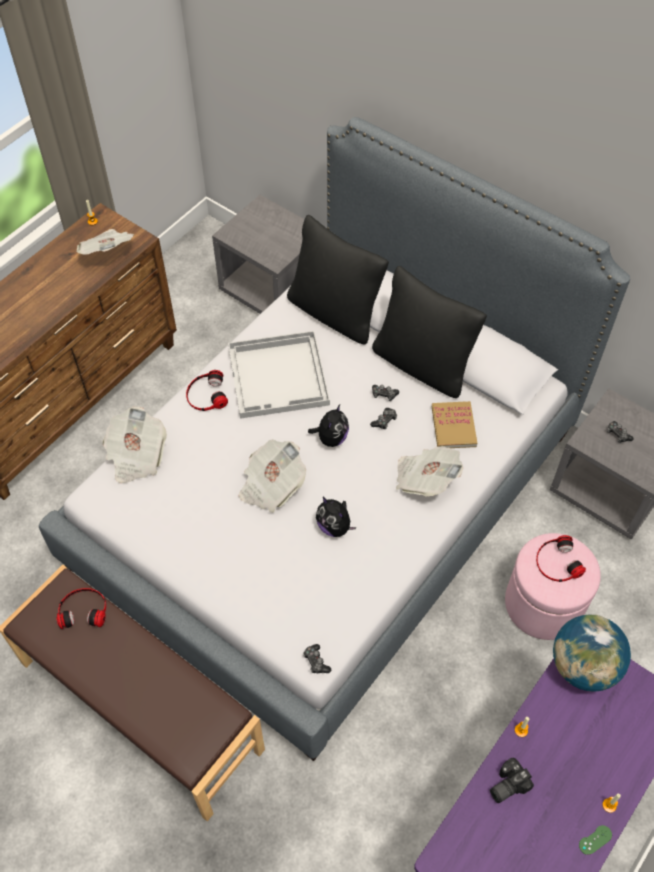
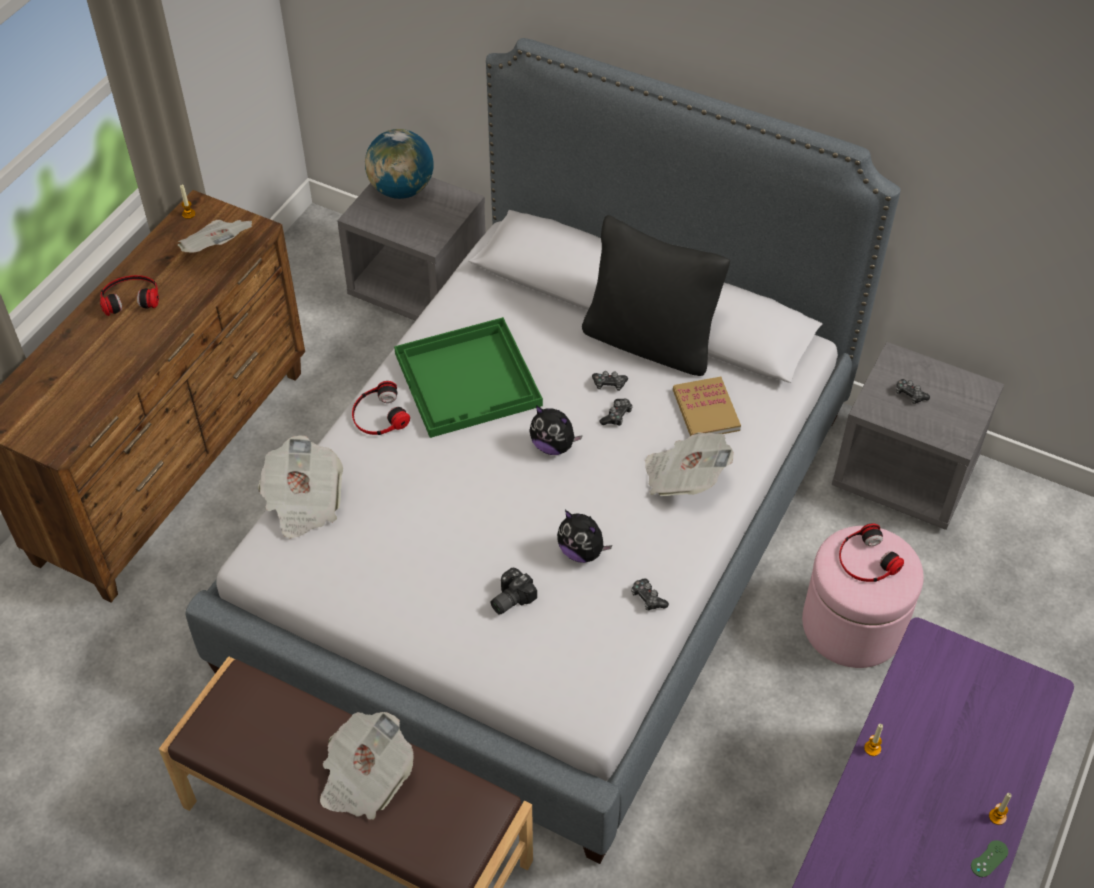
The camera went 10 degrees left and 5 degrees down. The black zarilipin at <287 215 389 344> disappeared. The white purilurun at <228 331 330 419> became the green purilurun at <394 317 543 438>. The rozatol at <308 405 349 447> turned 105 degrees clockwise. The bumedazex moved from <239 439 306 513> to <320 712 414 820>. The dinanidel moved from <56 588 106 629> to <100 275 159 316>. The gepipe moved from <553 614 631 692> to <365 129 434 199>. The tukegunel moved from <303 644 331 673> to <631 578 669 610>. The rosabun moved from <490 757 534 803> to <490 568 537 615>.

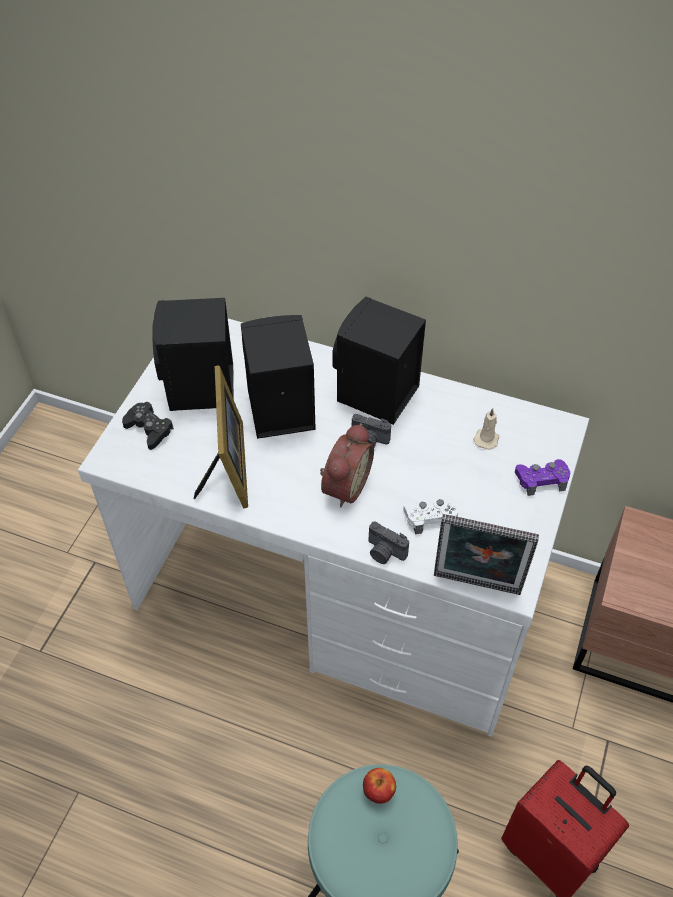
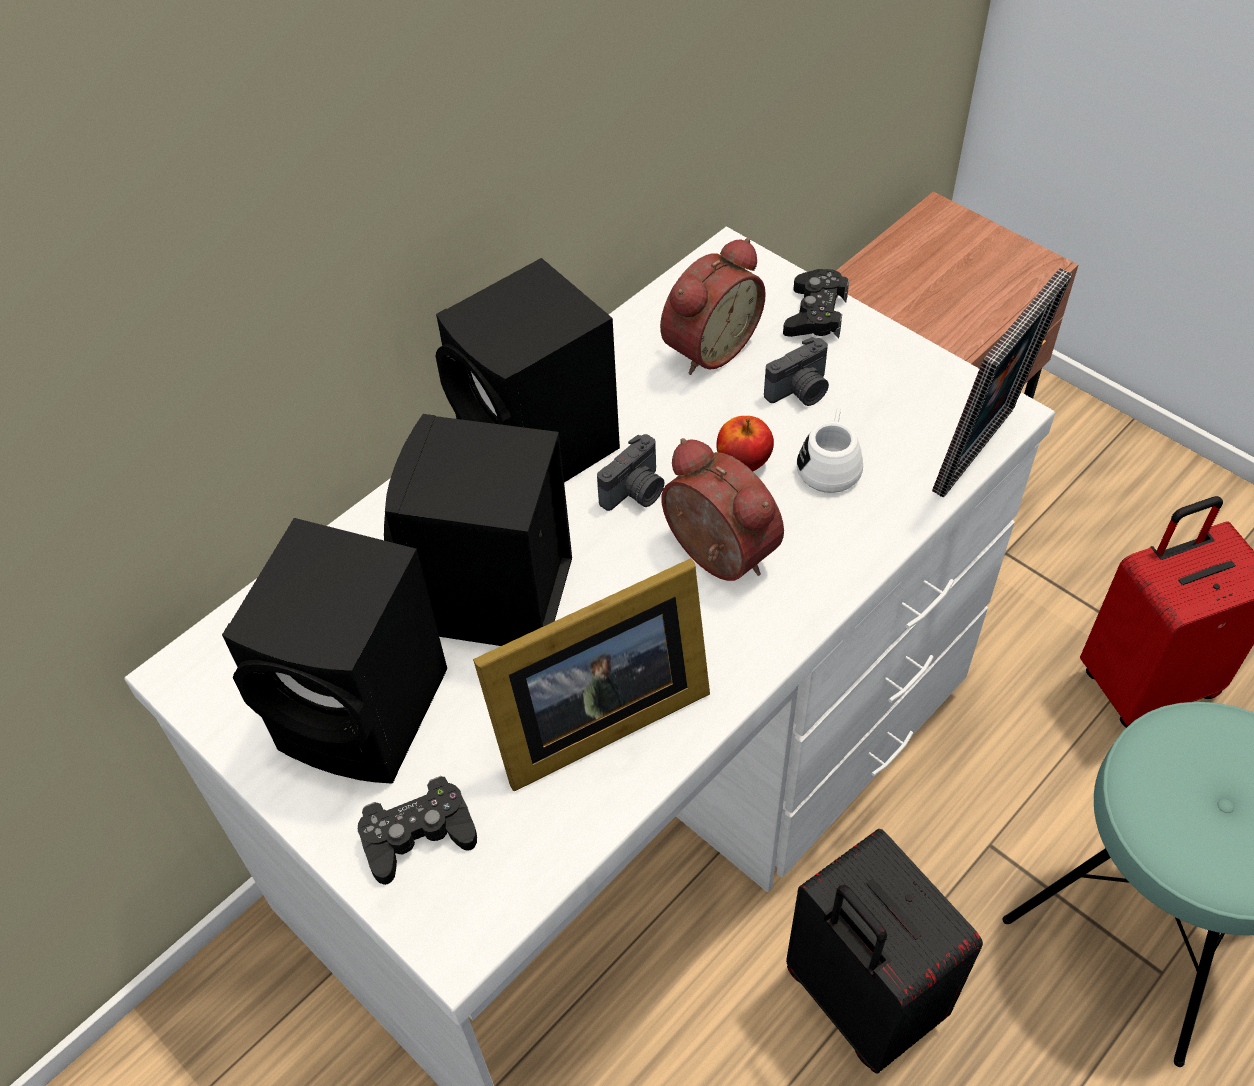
The camera went 65 degrees left and 0 degrees up. The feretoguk at <194 365 248 508> turned 135 degrees clockwise. The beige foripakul at <473 408 499 450> was replaced by the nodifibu at <660 238 766 375>. The purple tukegunel at <515 459 570 496> became the black tukegunel at <783 269 849 339>. The white tukegunel at <403 496 459 534> was replaced by the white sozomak at <797 408 863 493>. The rosabun moved from <369 522 409 564> to <764 337 829 406>. The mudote moved from <363 768 396 804> to <716 416 774 471>. The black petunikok at <786 829 983 1074> appeared.

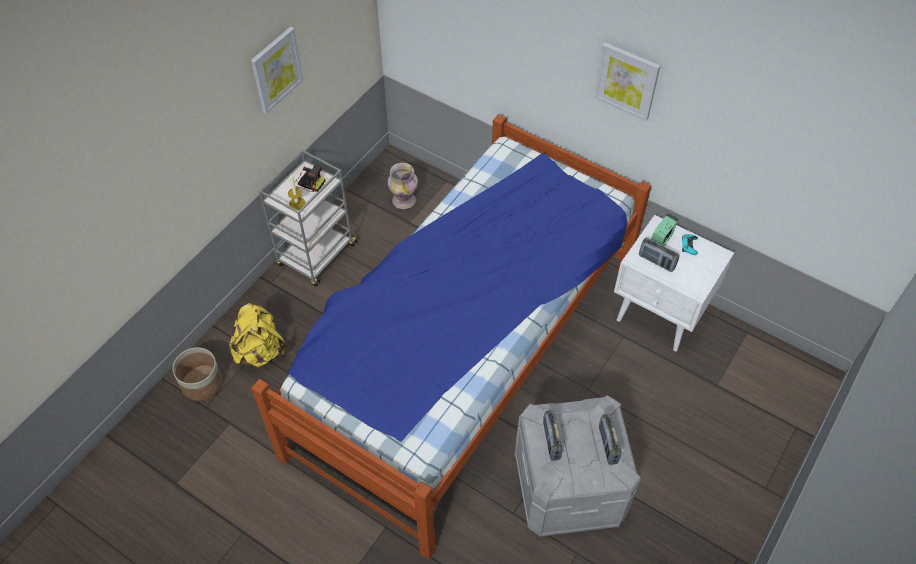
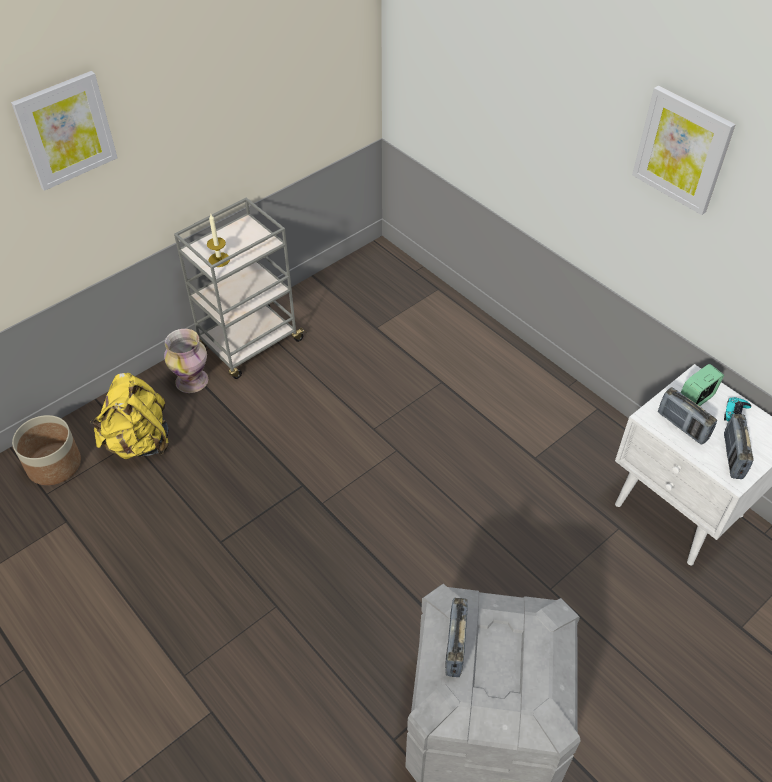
The camera went 15 degrees right and 5 degrees down. The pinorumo moved from <251 27 303 114> to <11 71 118 191>. The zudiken at <251 114 651 559> disappeared. The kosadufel moved from <388 163 418 209> to <164 329 208 393>. The rosabun at <295 165 325 192> disappeared. The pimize moved from <599 414 621 465> to <724 414 754 479>.

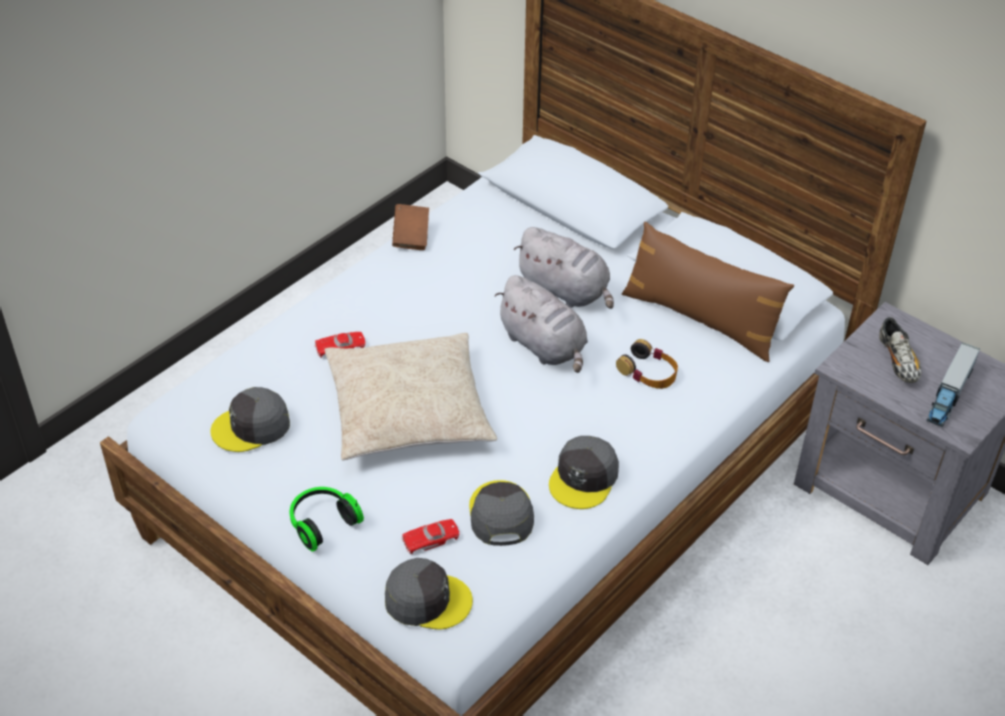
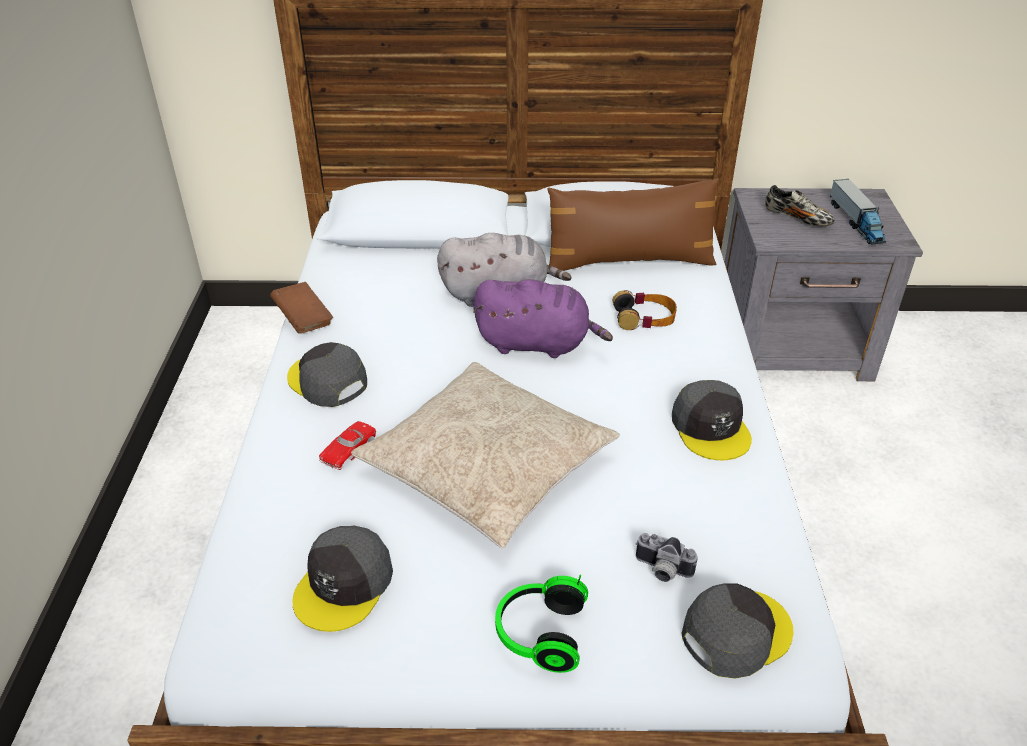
The camera went 40 degrees left and 5 degrees down. The grey rozatol at <495 275 588 373> became the purple rozatol at <473 279 613 358>. The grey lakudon moved from <469 480 534 546> to <287 342 367 407>. The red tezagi at <402 519 460 554> was replaced by the rosabun at <635 533 698 582>.

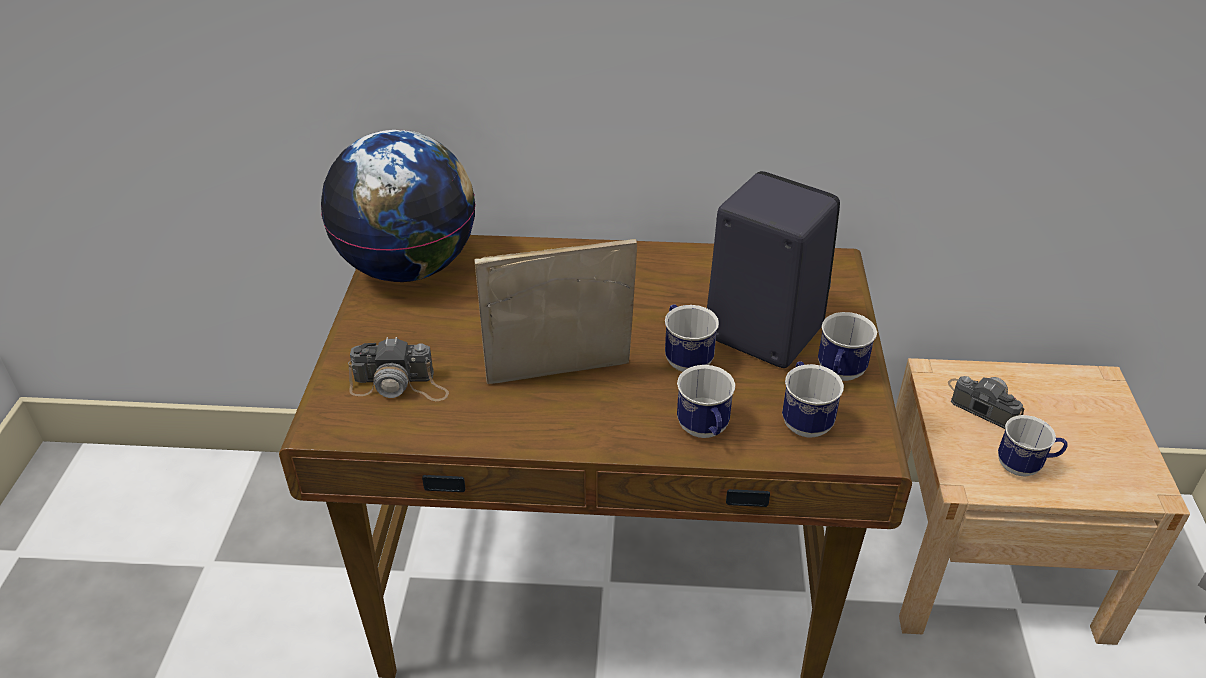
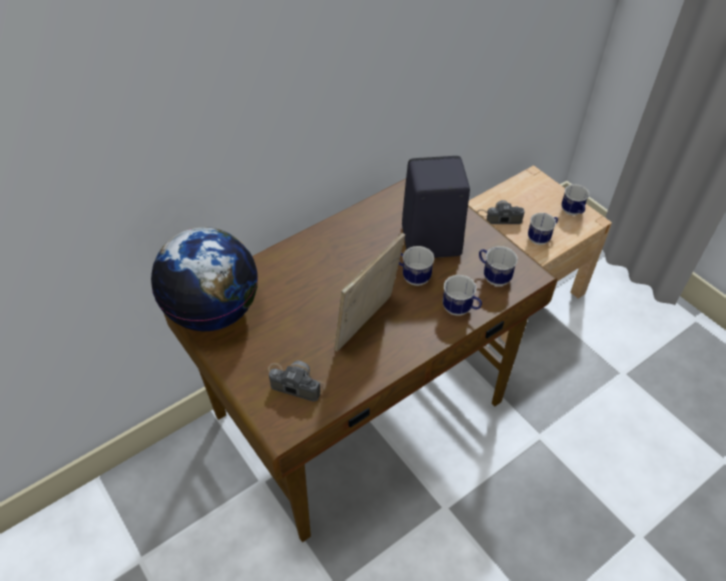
The camera went 40 degrees left and 10 degrees up. The sozomak moved from <818 312 877 381> to <562 184 589 215>. The rosabun at <348 337 449 401> turned 120 degrees counterclockwise.

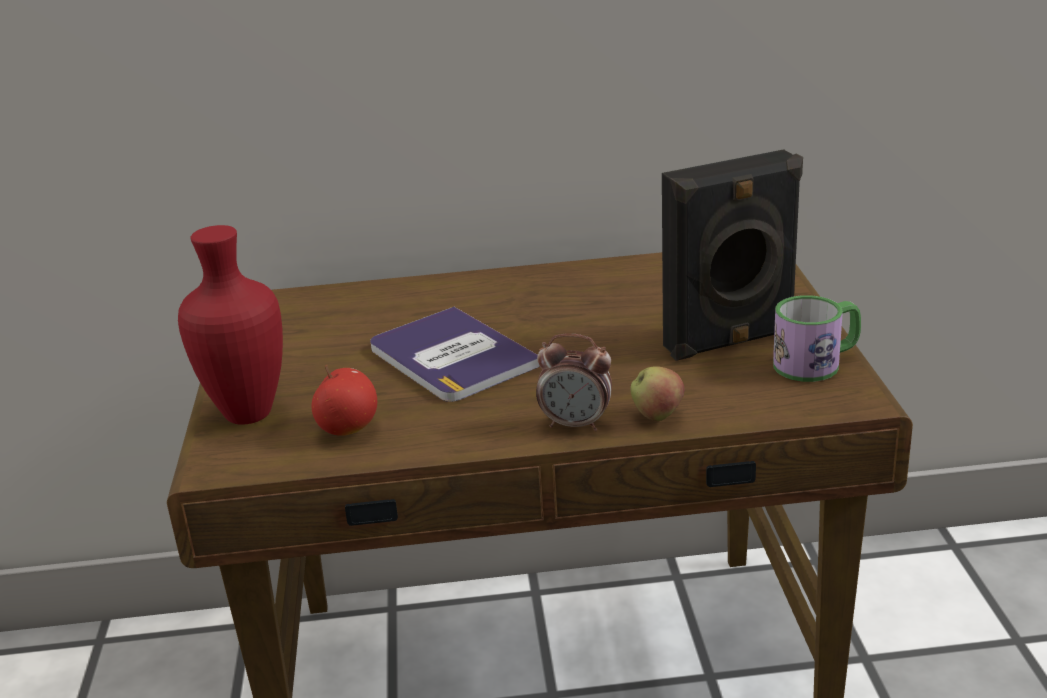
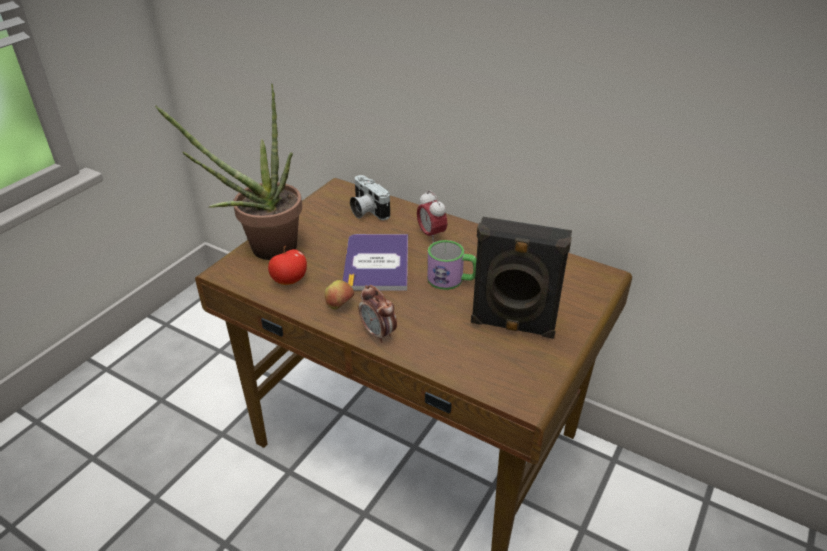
The camera went 35 degrees right and 10 degrees up. The red kosadufel at <178 225 283 425> was replaced by the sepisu at <155 84 302 260>. The sozomak moved from <773 295 861 382> to <427 240 476 290>. The mudote moved from <630 366 685 421> to <325 280 354 309>. The rosabun at <350 175 390 220> appeared. The nodifibu at <417 190 447 243> appeared.

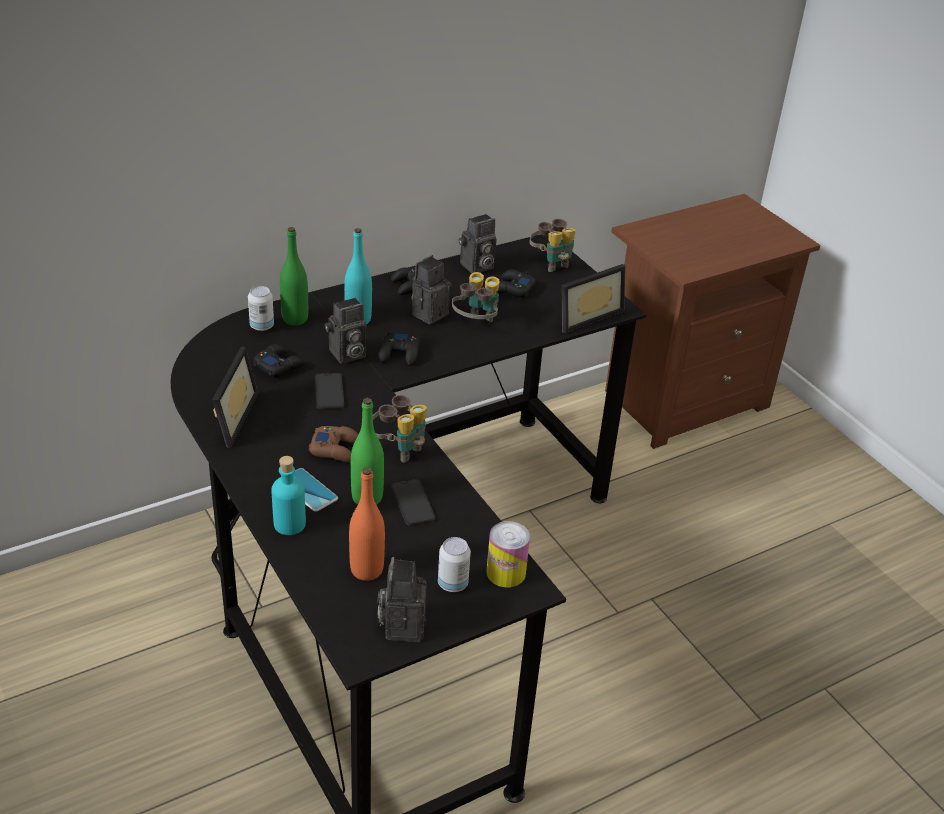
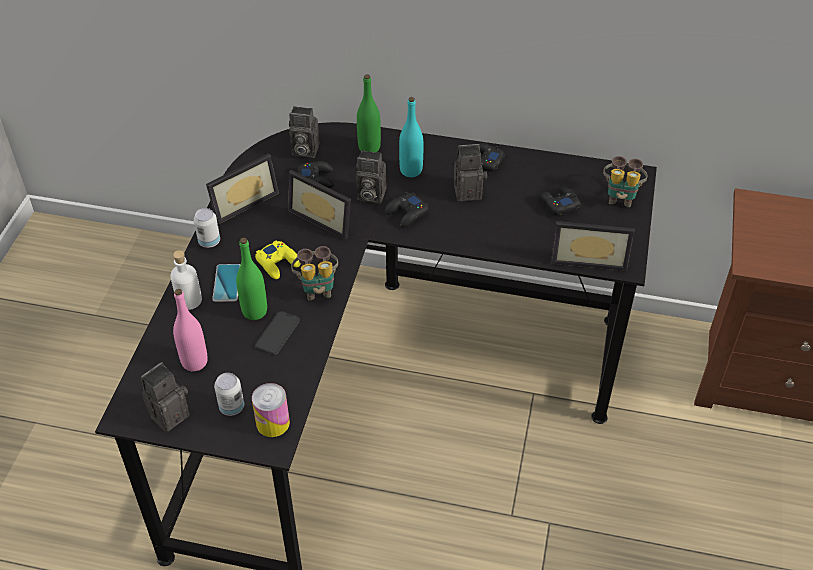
The camera went 45 degrees right and 10 degrees up. The rosabun moved from <459 214 497 273> to <289 106 320 158>. The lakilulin at <452 272 500 322> disappeared. The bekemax moved from <248 286 274 331> to <194 208 220 248>. The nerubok at <315 373 344 409> was replaced by the feretoguk at <288 170 351 240>. The brown tukegunel at <309 426 358 463> became the yellow tukegunel at <255 241 300 279>. The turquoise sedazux at <271 456 306 535> became the white sedazux at <170 250 202 310>. The orange sedazux at <349 467 385 581> became the pink sedazux at <173 289 208 371>.

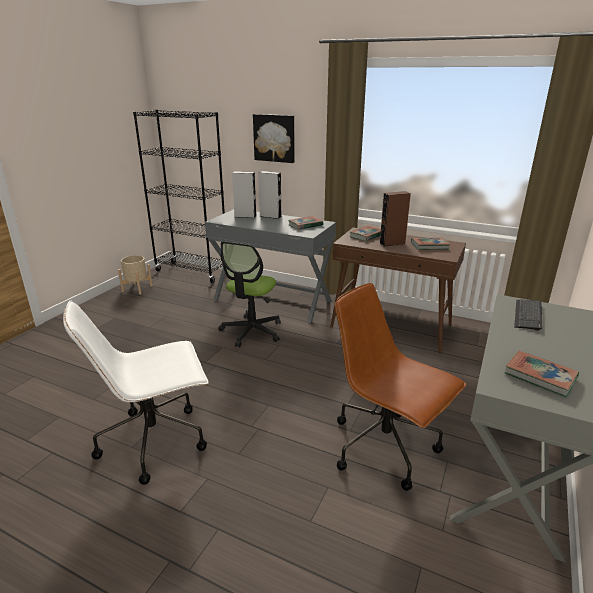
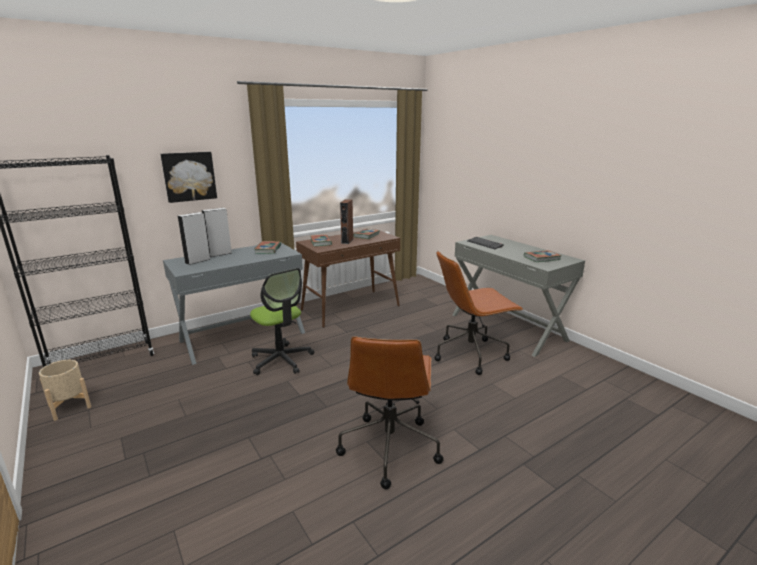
The camera went 60 degrees left and 5 degrees down. The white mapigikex at <63 300 209 485> became the brown mapigikex at <336 336 444 489>.

